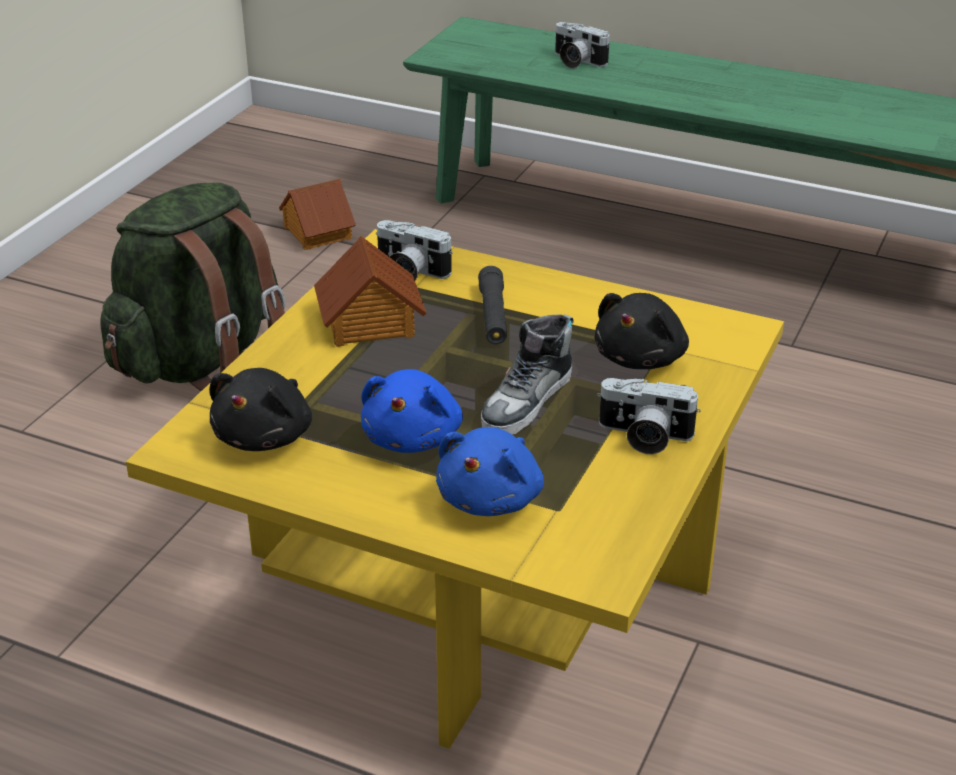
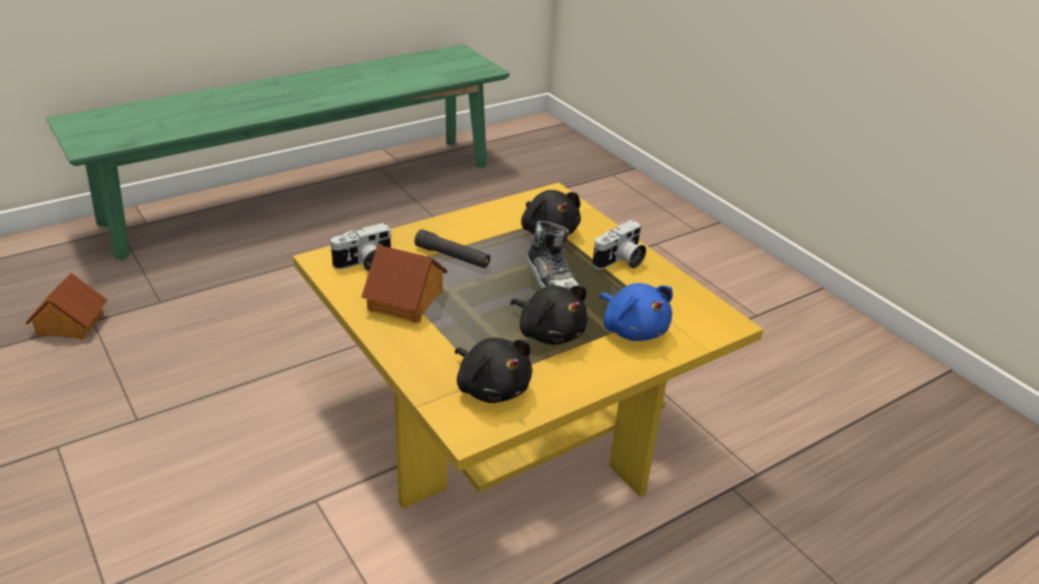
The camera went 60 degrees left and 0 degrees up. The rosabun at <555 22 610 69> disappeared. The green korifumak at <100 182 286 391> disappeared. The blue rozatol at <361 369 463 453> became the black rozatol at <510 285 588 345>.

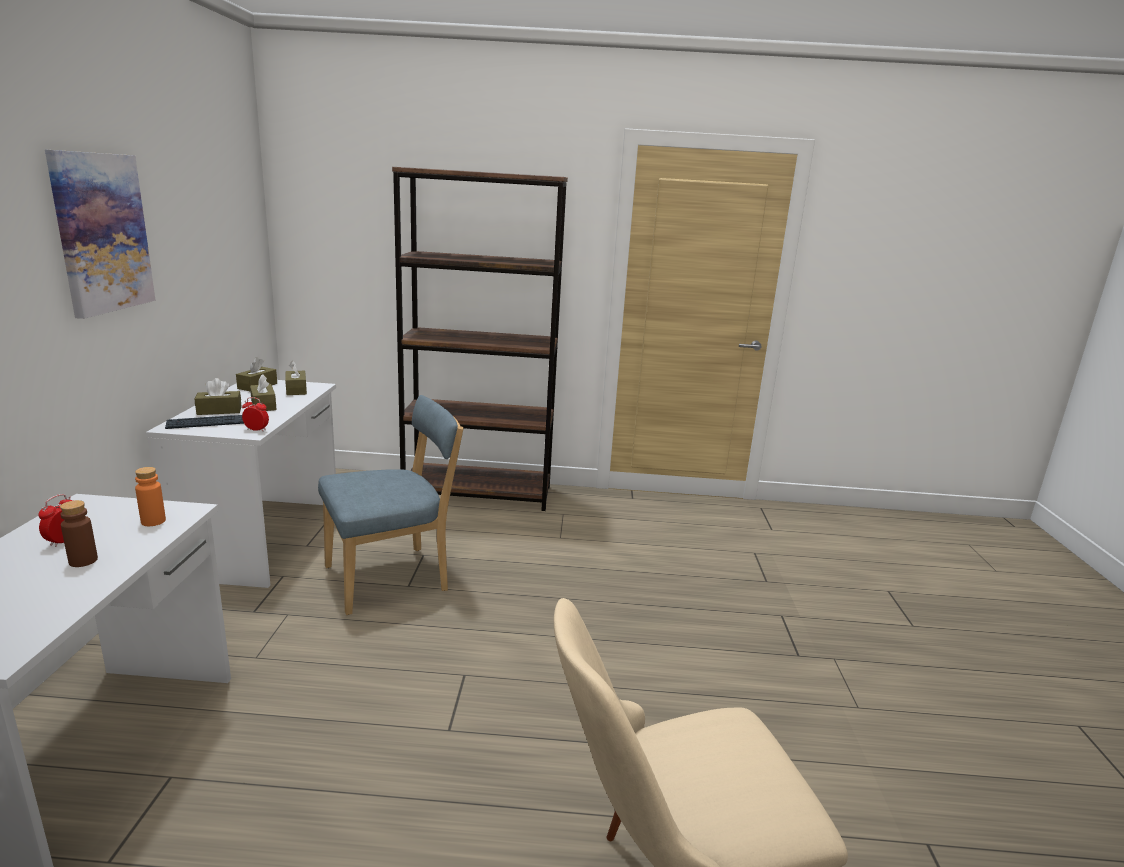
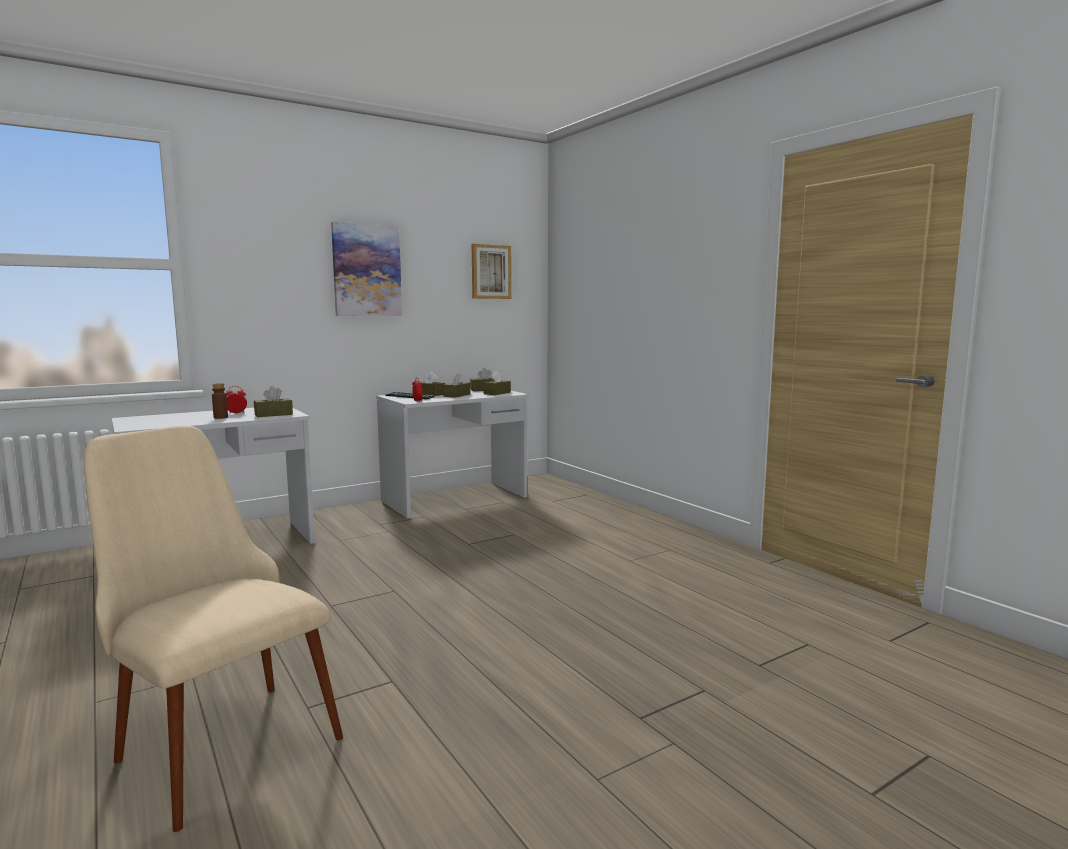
The camera went 55 degrees right and 10 degrees down. The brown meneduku at <392 167 568 511> disappeared. The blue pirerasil at <318 395 463 615> disappeared. The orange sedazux at <135 467 166 526> was replaced by the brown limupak at <254 386 293 417>. The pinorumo at <472 244 512 299> appeared.

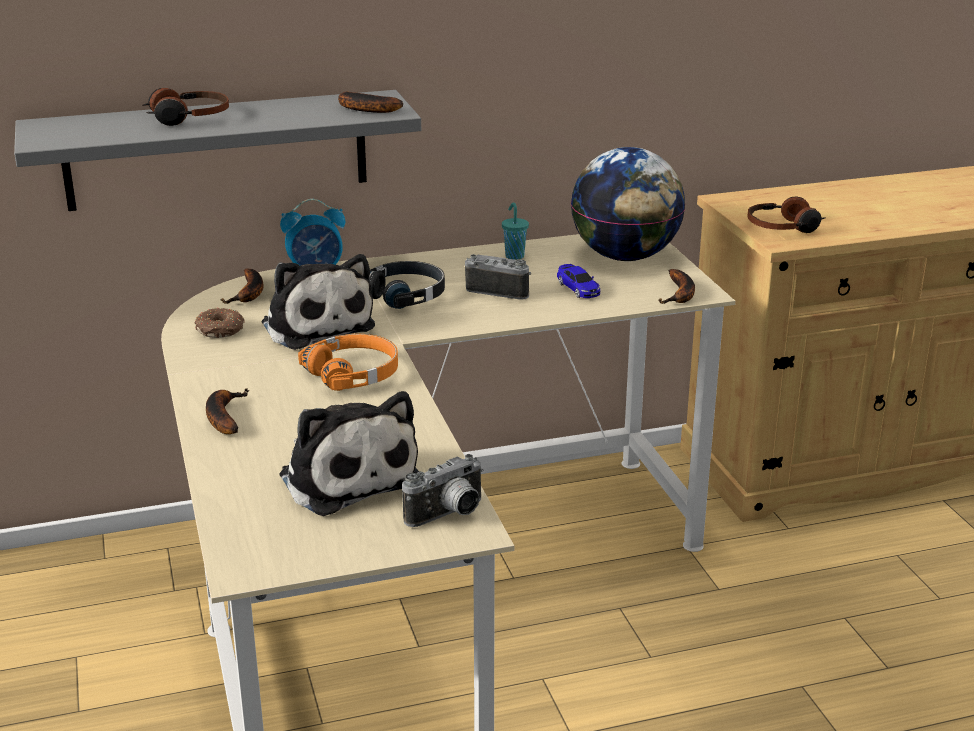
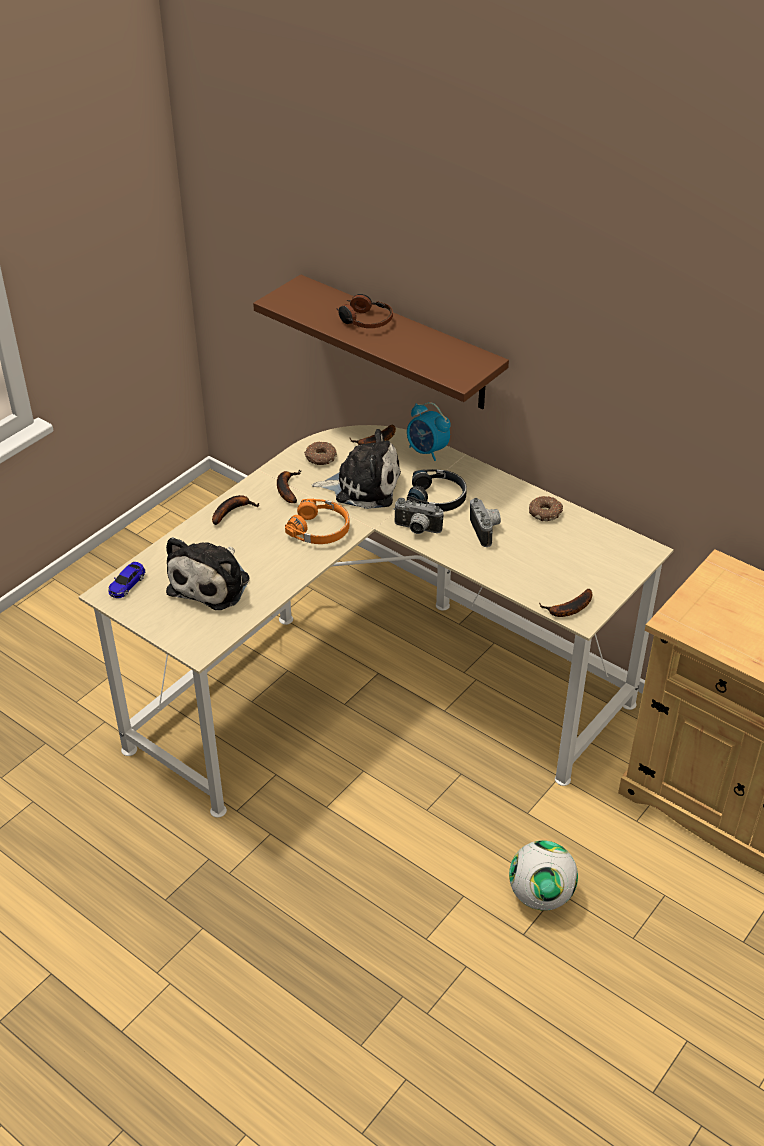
The camera went 55 degrees right and 15 degrees up. The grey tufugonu at <14 90 421 211> became the brown tufugonu at <253 275 509 409>. The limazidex moved from <338 91 403 113> to <277 470 301 503>. The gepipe at <571 147 685 261> disappeared. The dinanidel at <747 196 826 233> disappeared. The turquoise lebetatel at <502 203 529 260> was replaced by the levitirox at <529 496 563 521>. The rozatol at <262 254 375 350> turned 105 degrees counterclockwise. The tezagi moved from <557 264 600 298> to <108 562 145 598>. The rosabun moved from <402 454 483 527> to <393 498 444 534>. The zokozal at <509 840 578 911> appeared.

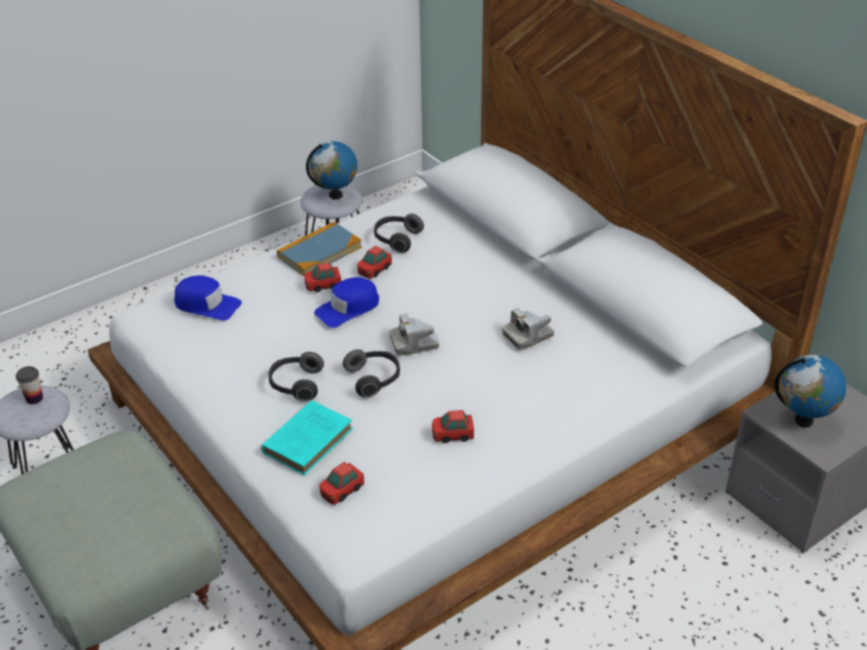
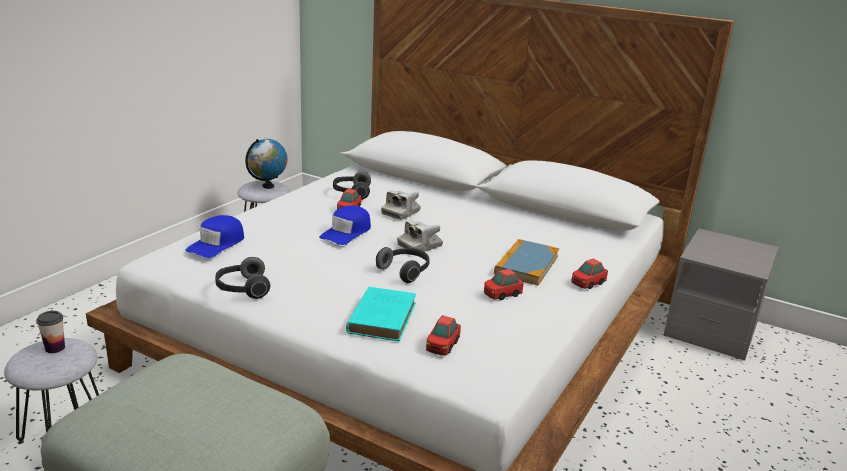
The camera went 25 degrees left and 15 degrees down. The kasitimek moved from <277 222 362 276> to <494 239 559 286>. The tezagi moved from <304 262 341 292> to <571 259 608 289>. The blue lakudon at <174 276 242 321> turned 120 degrees clockwise. The rosabun moved from <502 308 554 350> to <381 190 421 220>. The dinanidel moved from <269 352 324 401> to <215 257 270 299>. The gepipe at <775 355 846 428> disappeared.

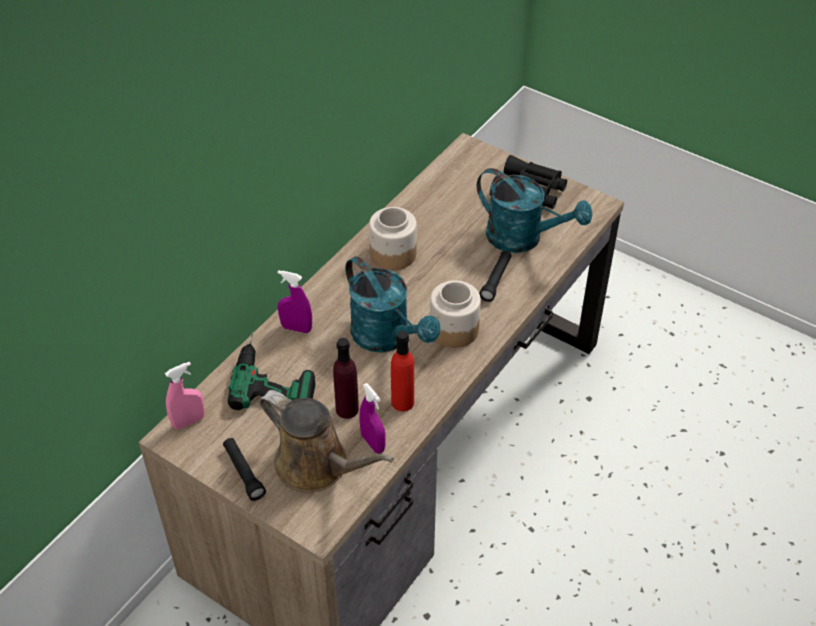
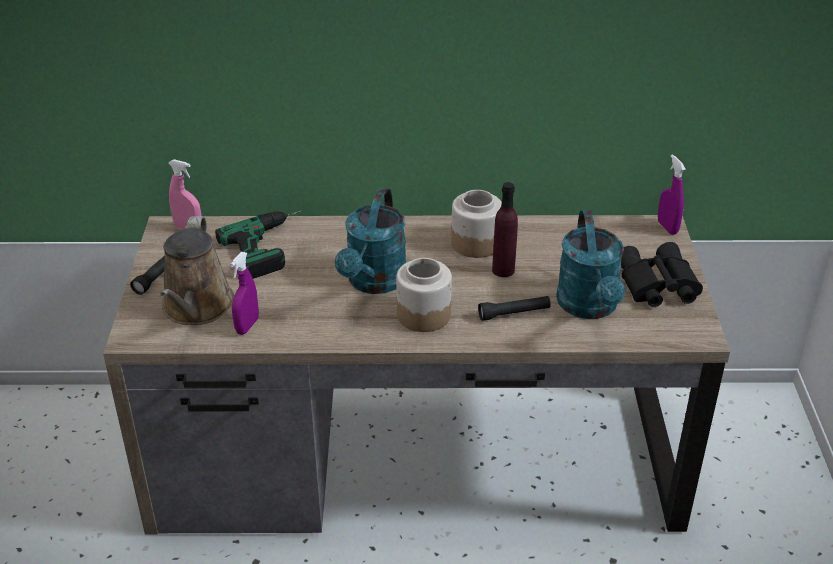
The camera went 55 degrees right and 10 degrees down. The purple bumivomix moved from <277 270 312 333> to <658 154 686 235>. The red sedazux at <391 331 414 411> disappeared. The purple sedazux moved from <333 338 359 419> to <492 182 518 277>.

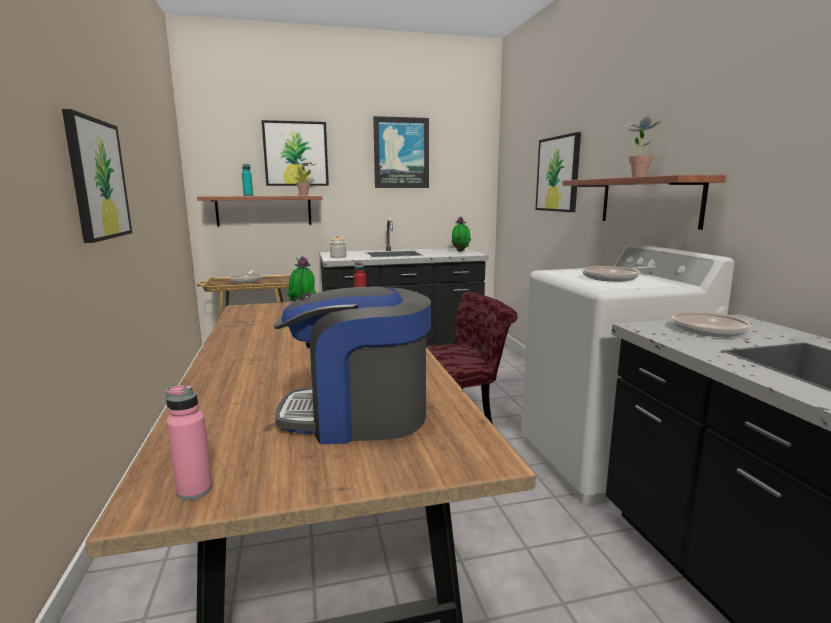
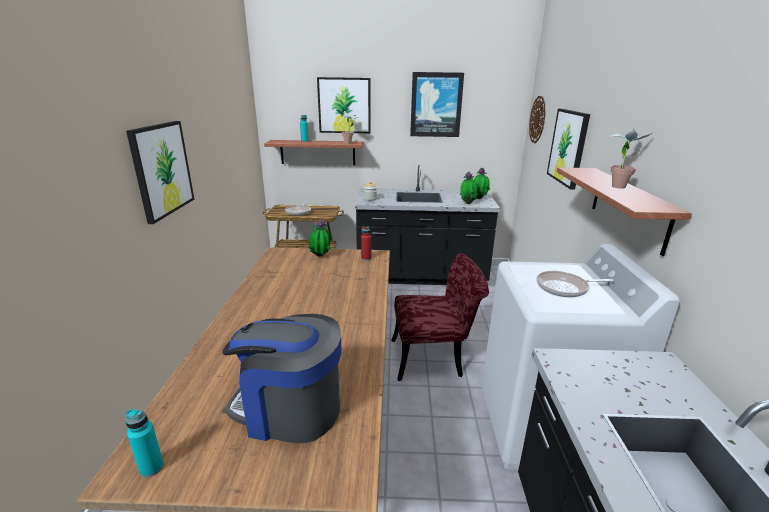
The camera went 15 degrees right and 10 degrees up. The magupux at <671 306 751 337> disappeared. The pink sedazux at <166 385 212 500> became the turquoise sedazux at <125 409 164 478>. The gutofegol at <529 96 545 143> appeared. The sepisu at <460 172 478 204> appeared.

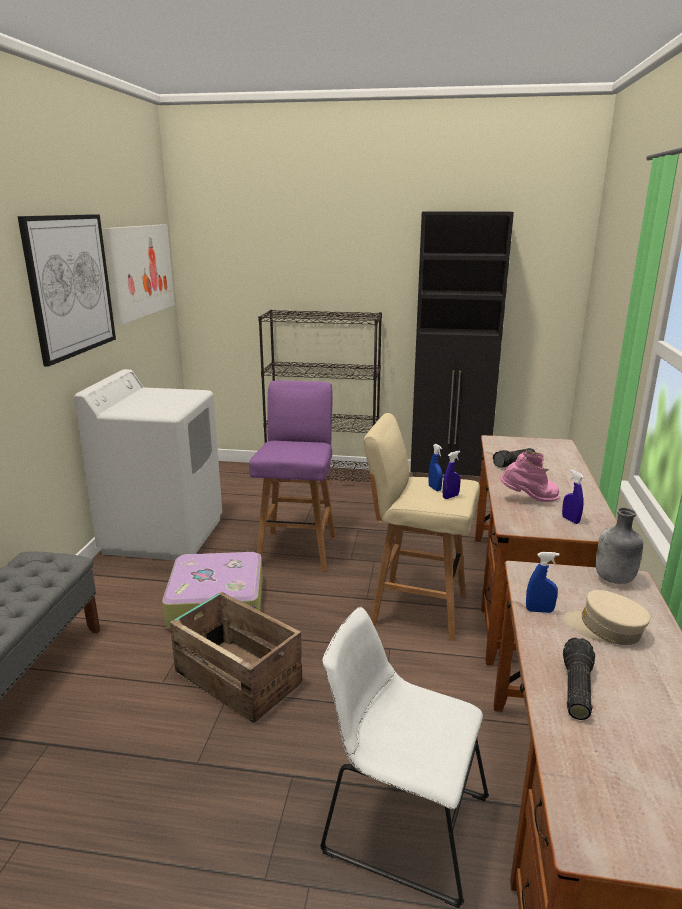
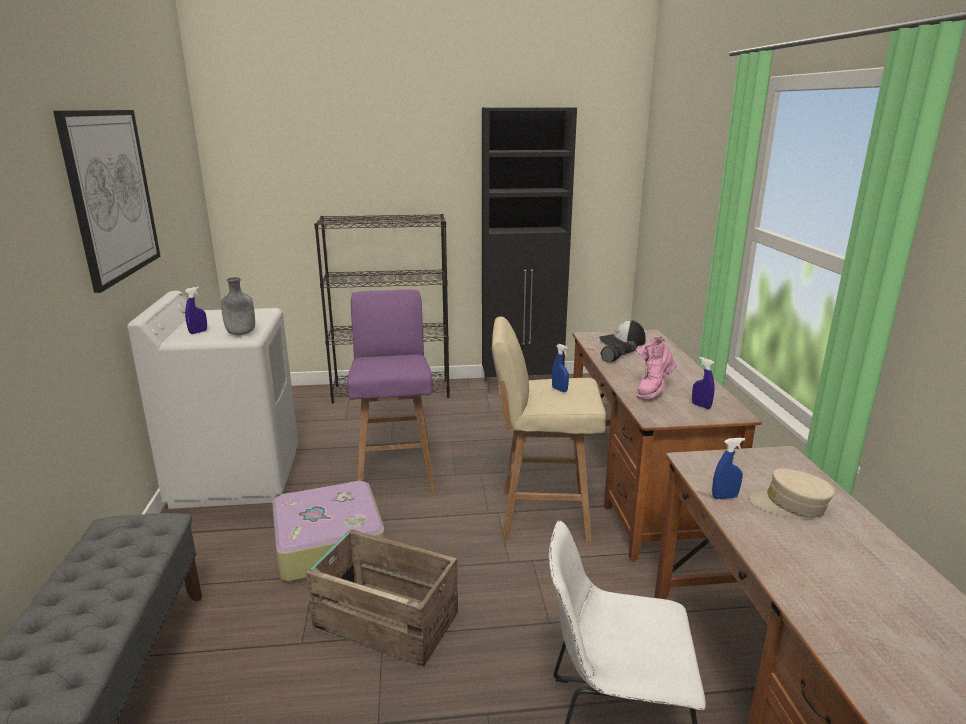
The camera went 15 degrees left and 0 degrees up. The pinorumo at <103 224 175 325> disappeared. The blue bumivomix moved from <443 451 461 499> to <185 287 207 334>. The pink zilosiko at <500 451 560 502> turned 150 degrees clockwise. The grey sedazux moved from <596 508 643 584> to <221 277 255 335>. The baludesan at <563 637 595 720> disappeared. The lakudon at <599 320 646 346> appeared.

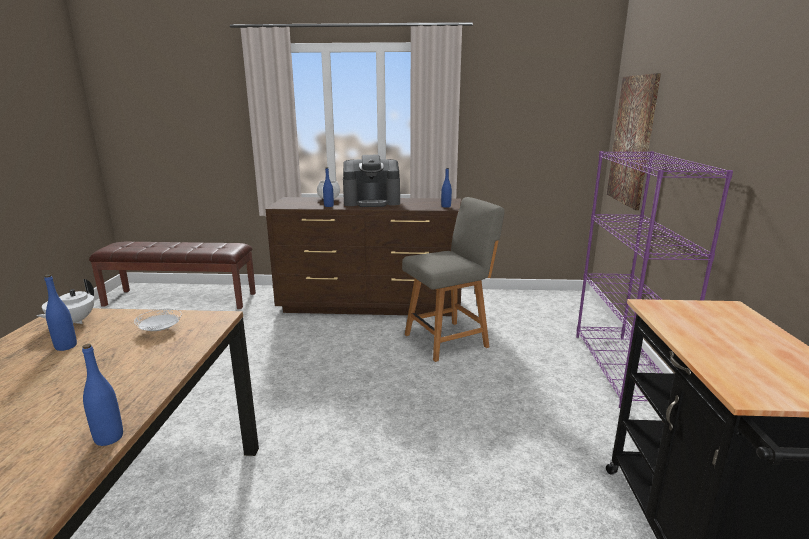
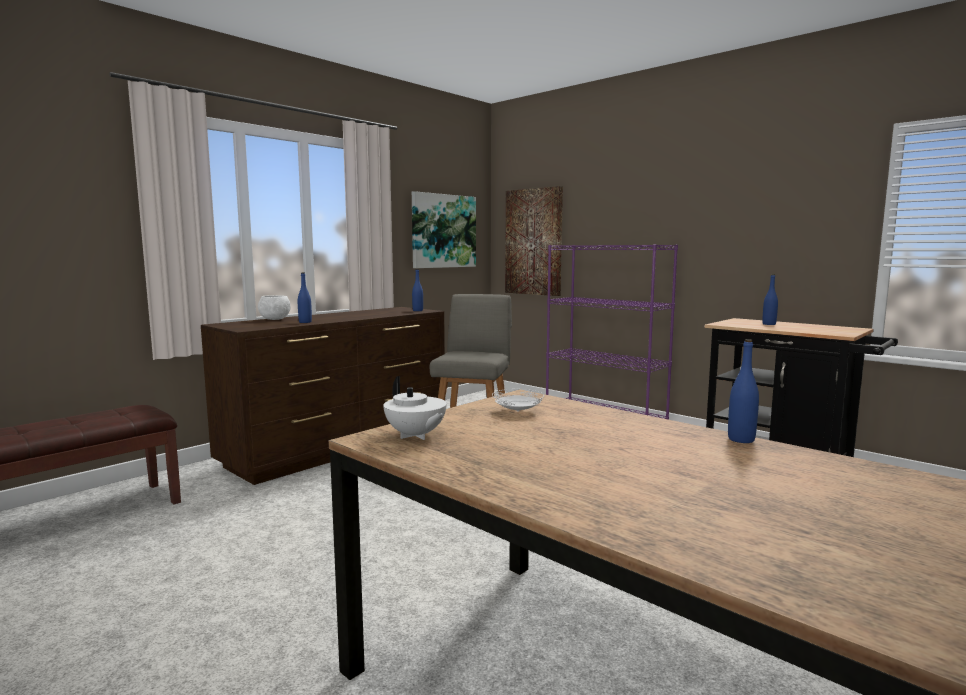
The camera went 50 degrees left and 10 degrees down. The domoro at <343 155 400 207> disappeared. The blue sedazux moved from <45 274 77 351> to <762 274 778 325>. The pinorumo at <412 191 476 268> appeared.

